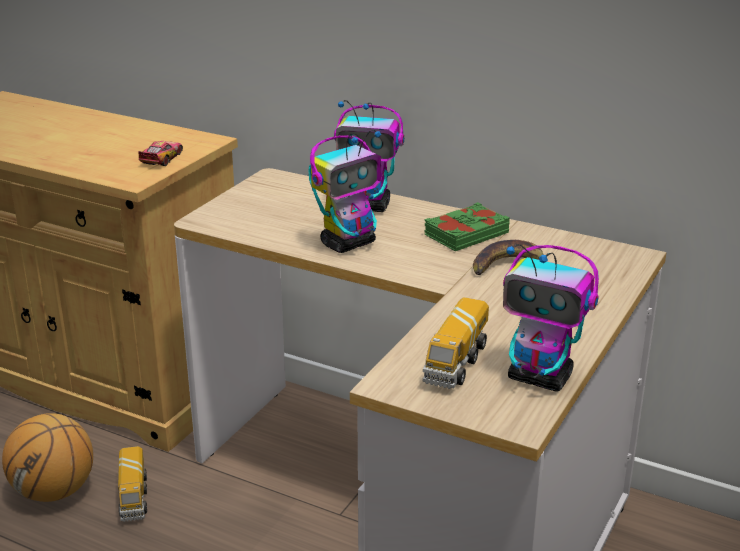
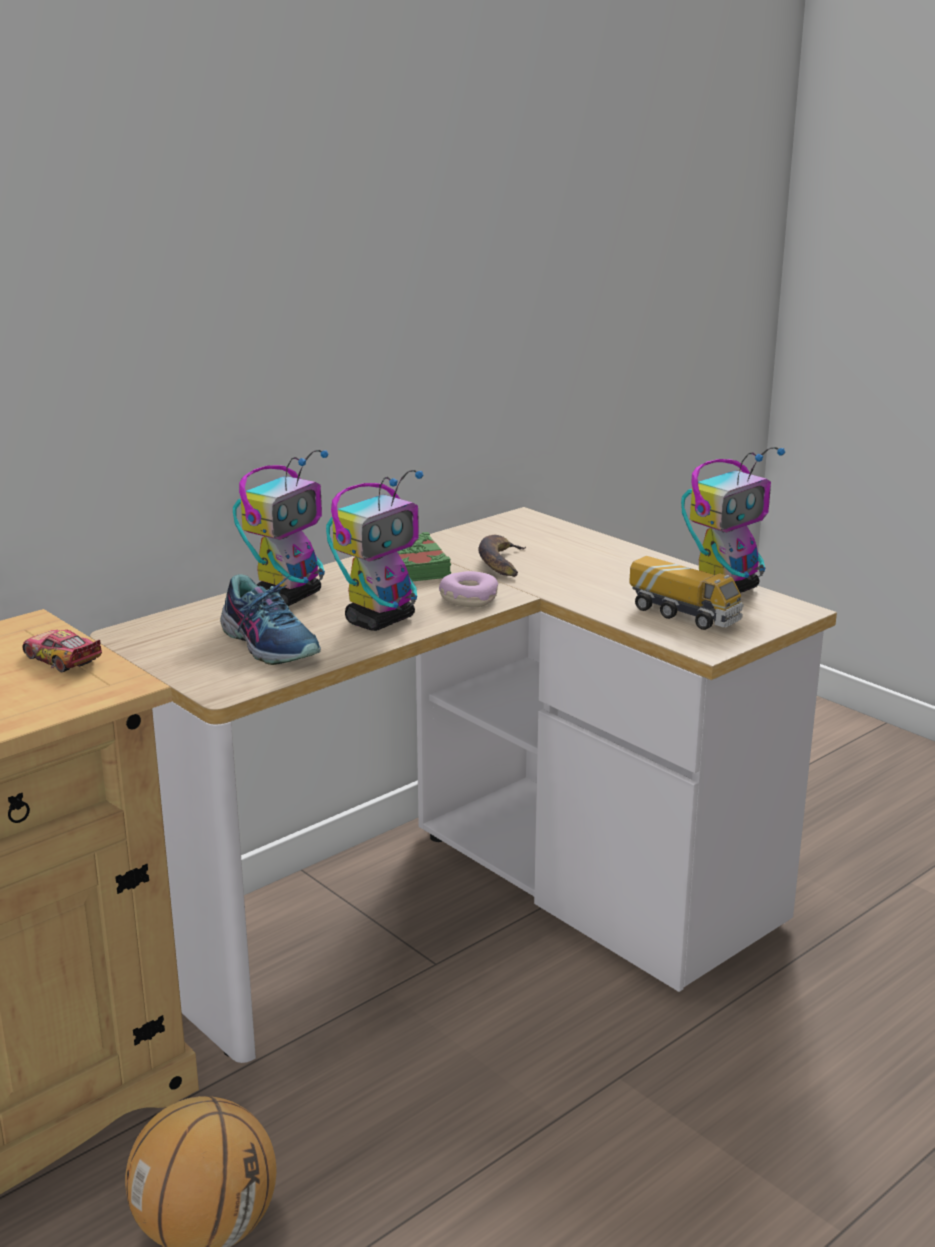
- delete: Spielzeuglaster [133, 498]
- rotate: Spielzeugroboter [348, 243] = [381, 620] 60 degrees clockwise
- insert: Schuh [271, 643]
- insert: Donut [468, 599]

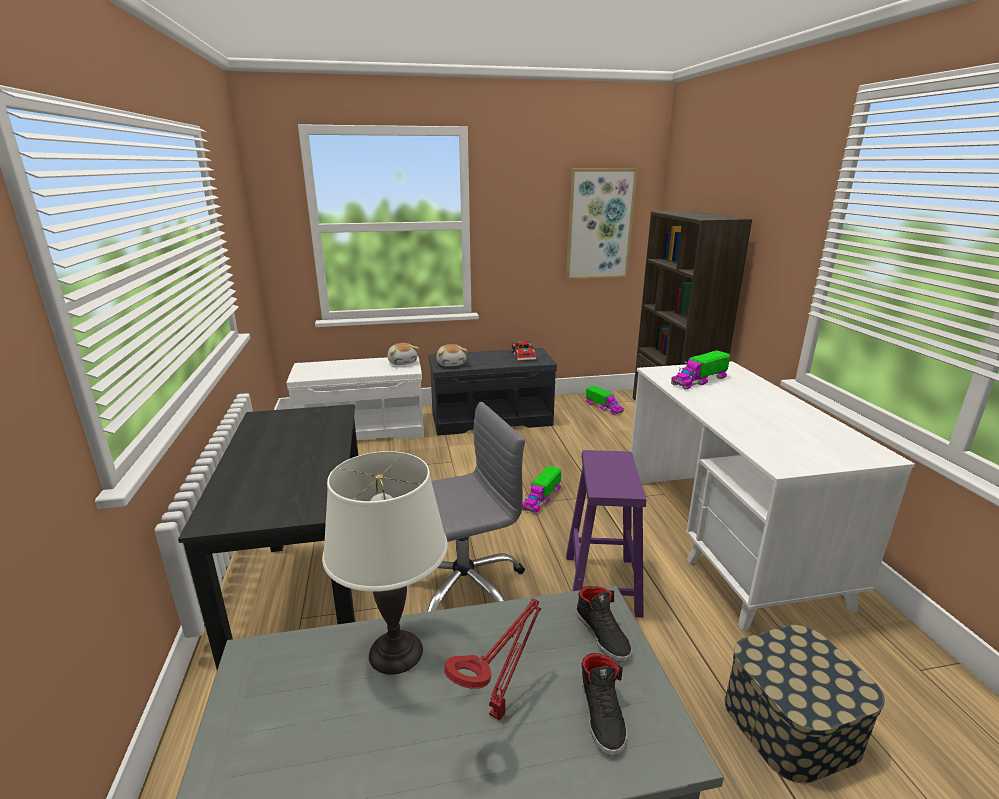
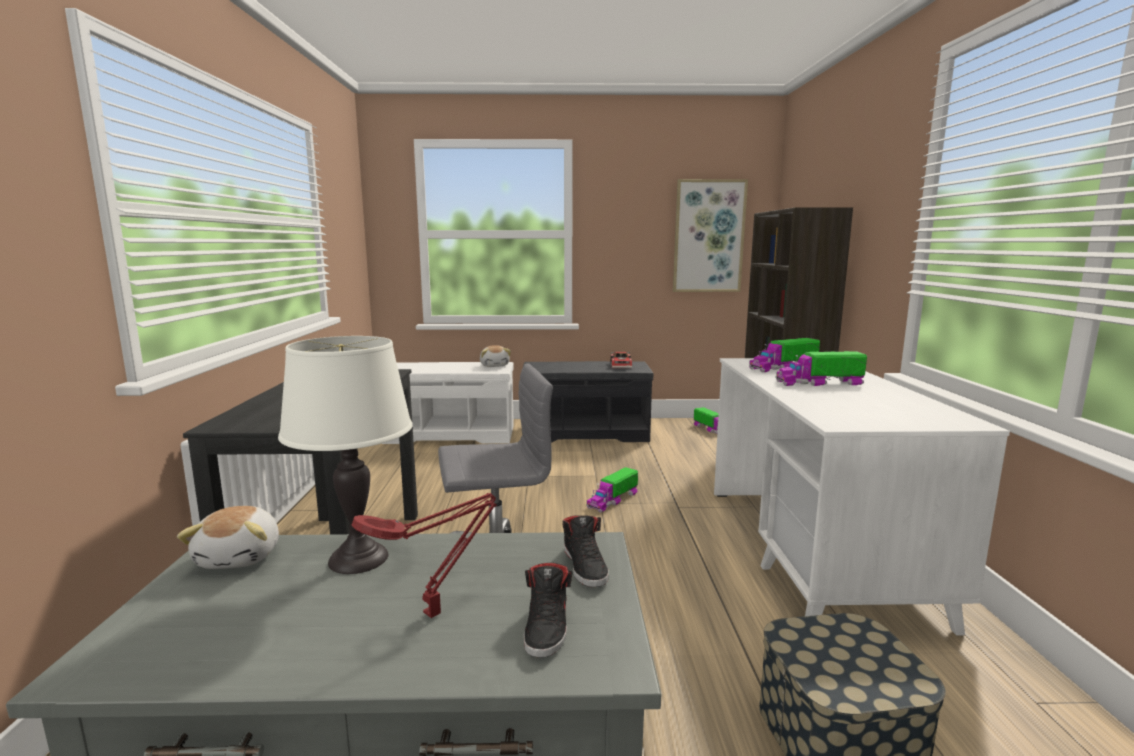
- move: Plüschtier [451, 363] to [241, 557]
- delete: Hocker/lila [601, 583]
- insert: Spielzeuglaster [819, 383]

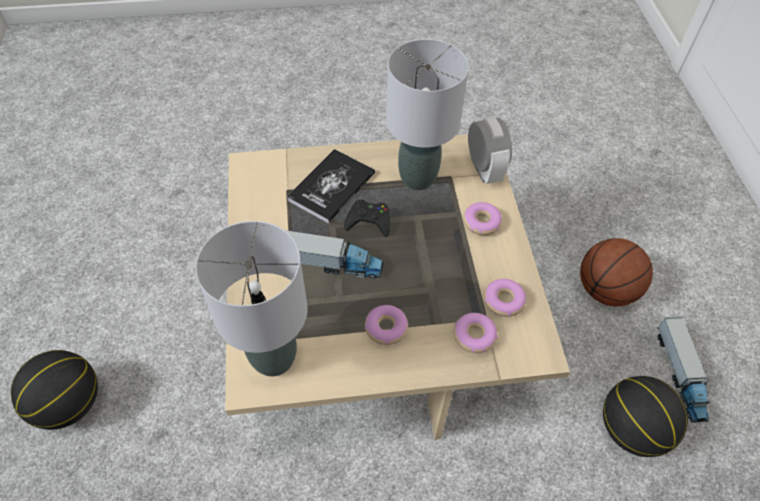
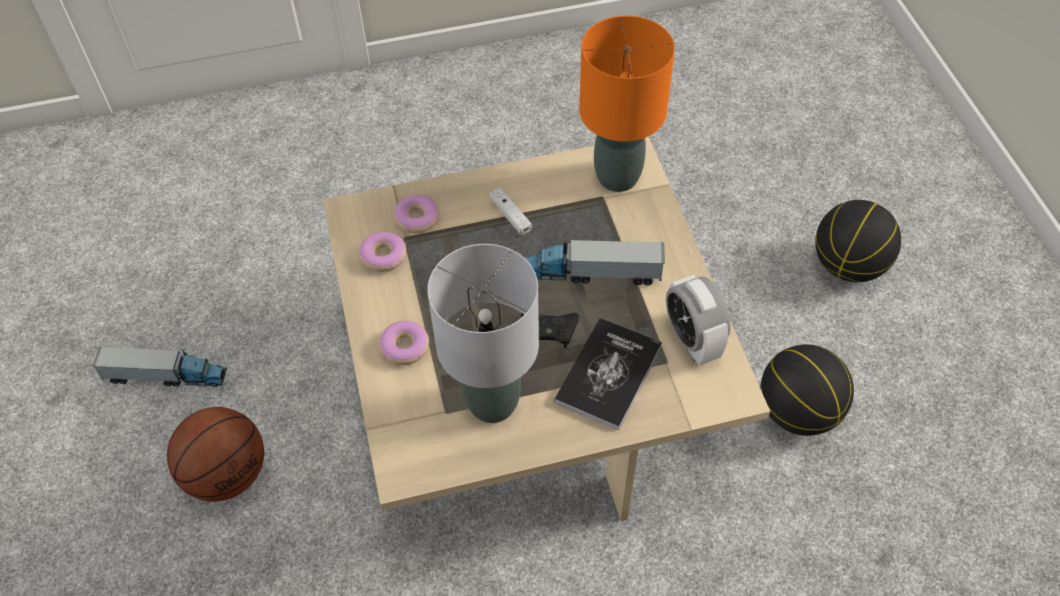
- recolor: Tischlampe/grau [274, 359] to Tischlampe/orange [617, 176]
- replace: Donut [386, 328] to Gamepad/weiß [510, 215]
- move: Wecker [484, 169] to [692, 340]
- move: Basketball [631, 430] to [798, 411]
- rotate: Spielzeuglaster [680, 374] = [166, 376] 105 degrees clockwise

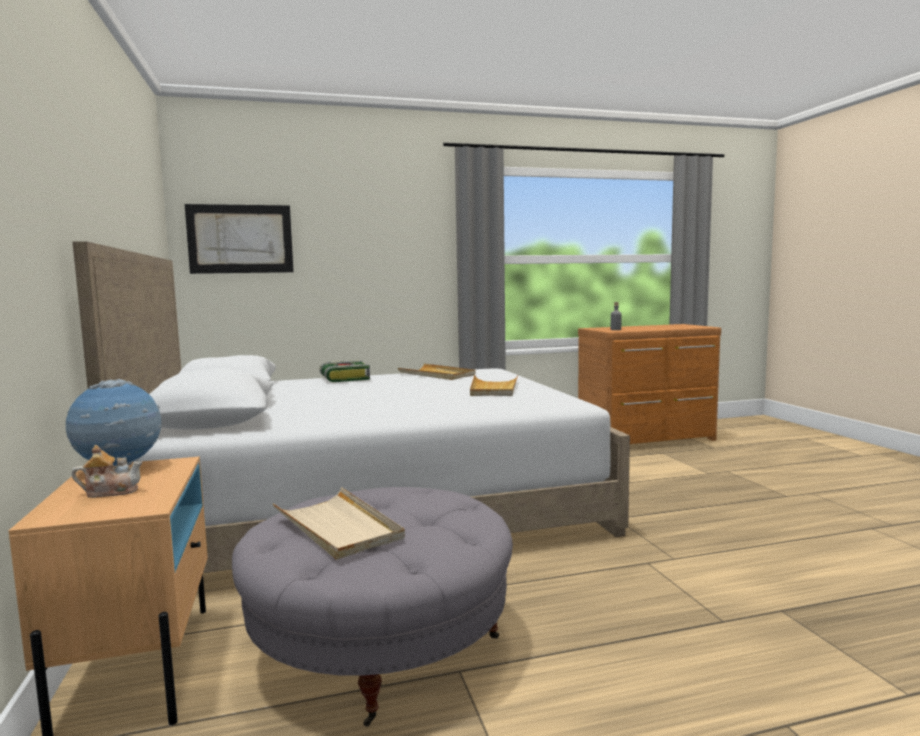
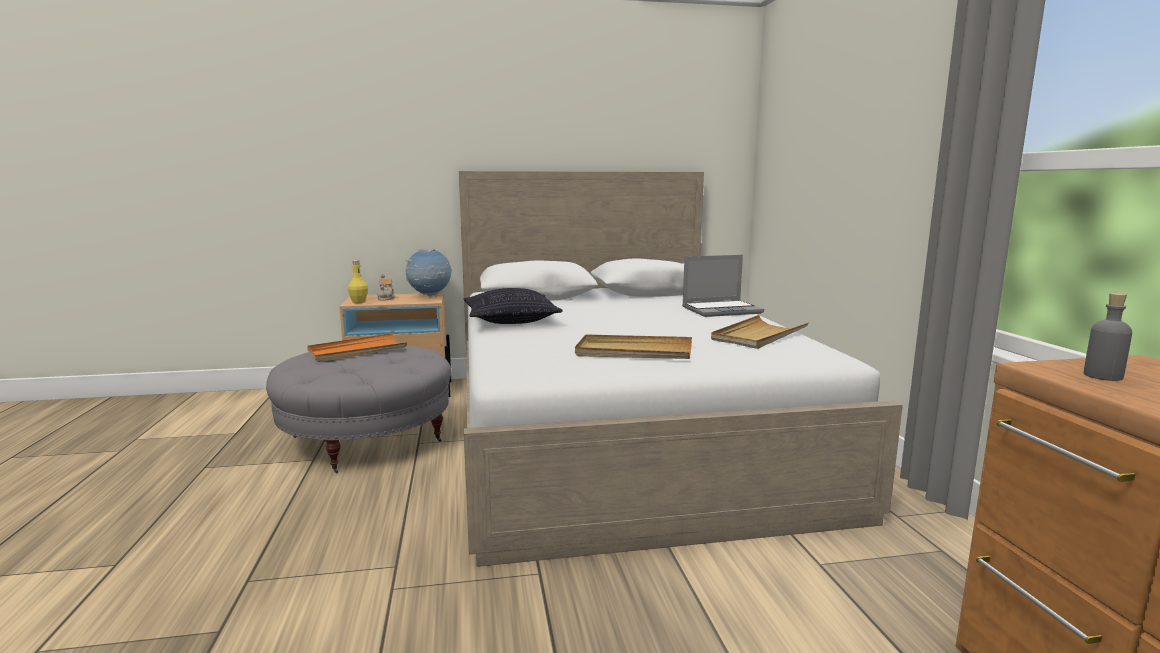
- delete: Bild [240, 239]
- recolor: Tablett/beige [338, 527] to Tablett/orange [357, 351]
- replace: Buch [343, 378] to Laptop [722, 310]
- insert: Flasche/gelb [359, 302]
- insert: Kissen [511, 320]

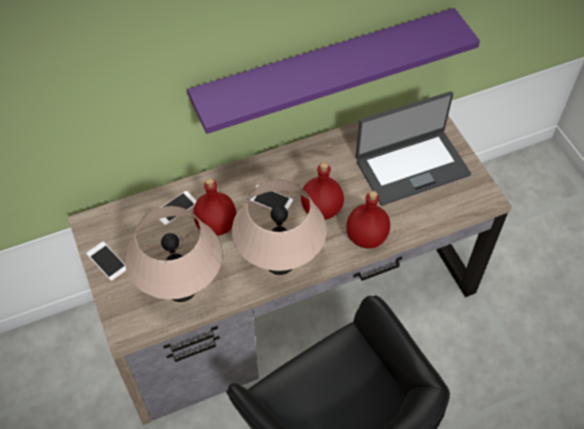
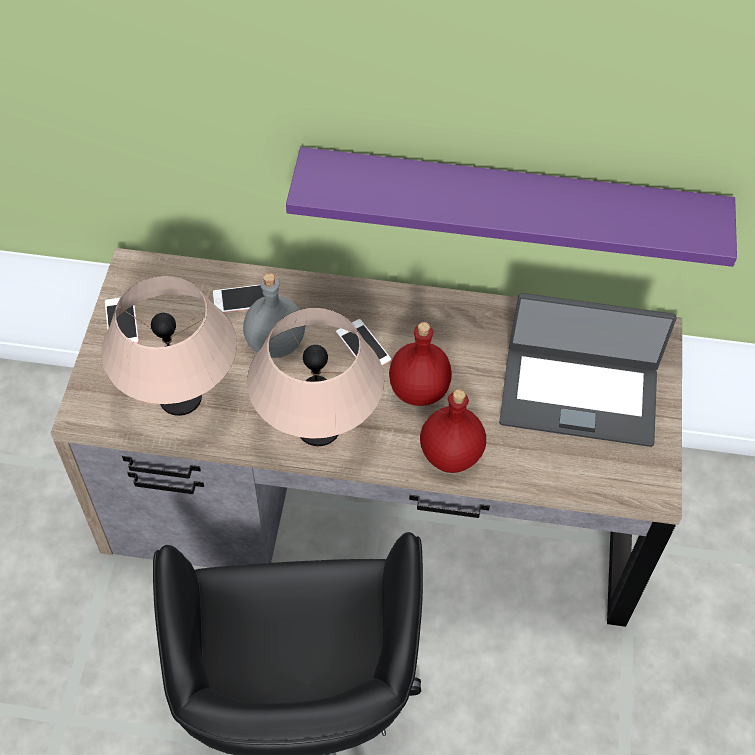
- recolor: Flasche/rot [215, 224] to Flasche/grau [275, 342]

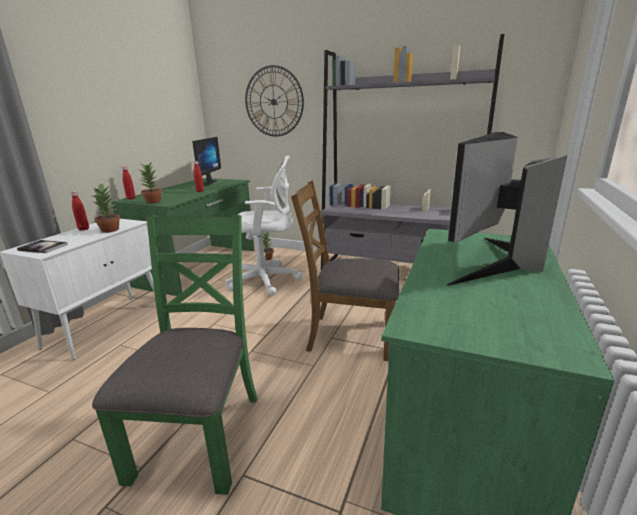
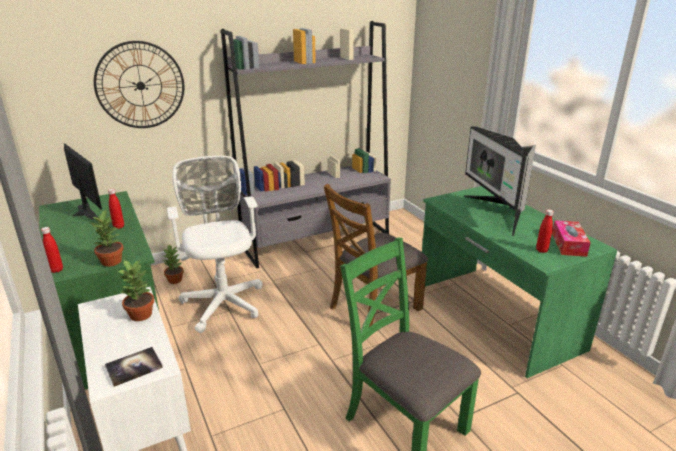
- move: Flasche/rot [84, 229] to [541, 250]
- rotate: Bürostuhl/weiß [266, 280] = [223, 301] 60 degrees counterclockwise
- insert: Taschentuchbox [568, 244]

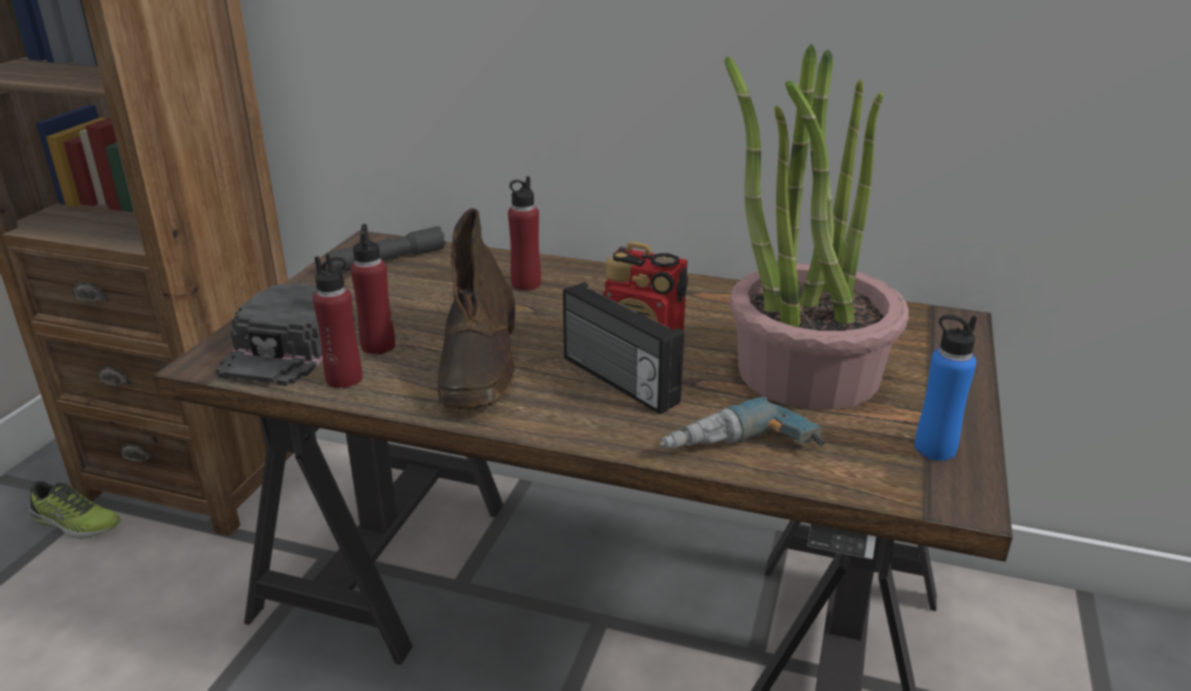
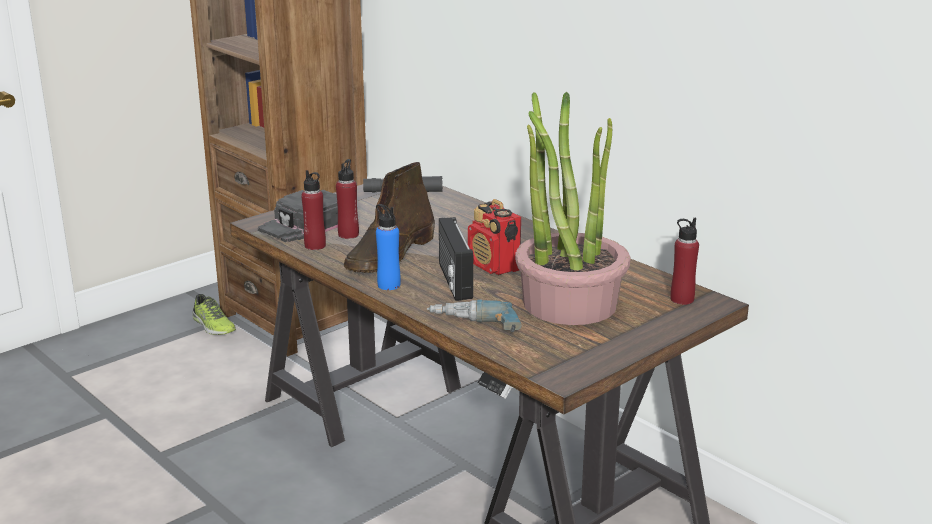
- move: Flasche/rot [526, 284] to [681, 299]
- move: Flasche/blau [934, 449] to [388, 285]

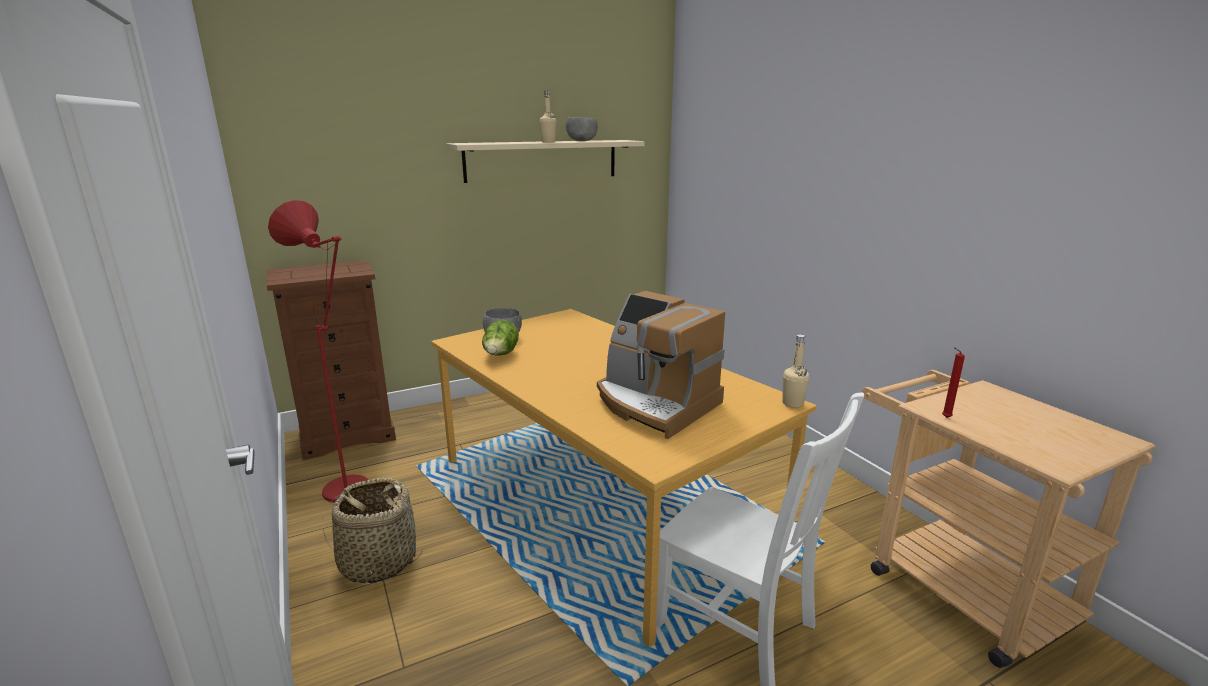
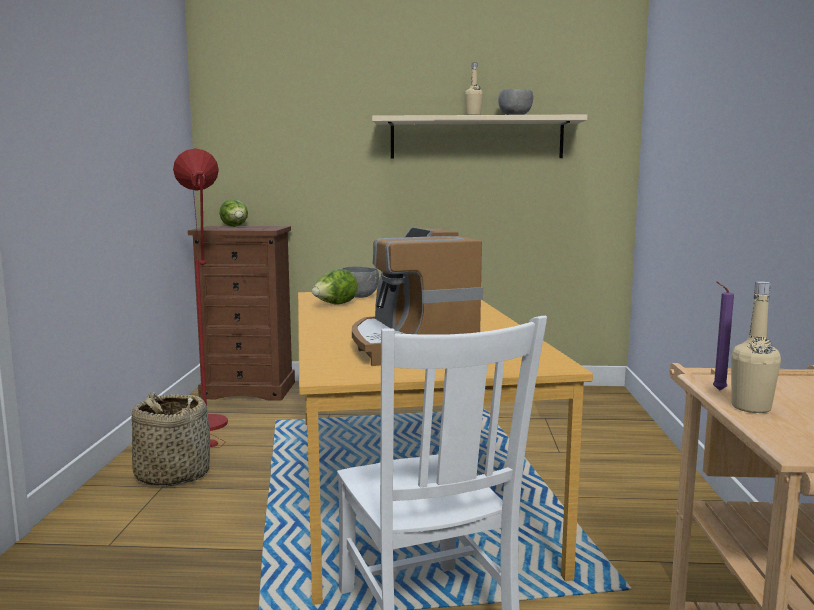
- move: Flasche/beige [792, 403] to [751, 408]
- recolor: Kerze/rot [944, 417] to Kerze/lila [717, 390]
- insert: Salatkopf [235, 227]

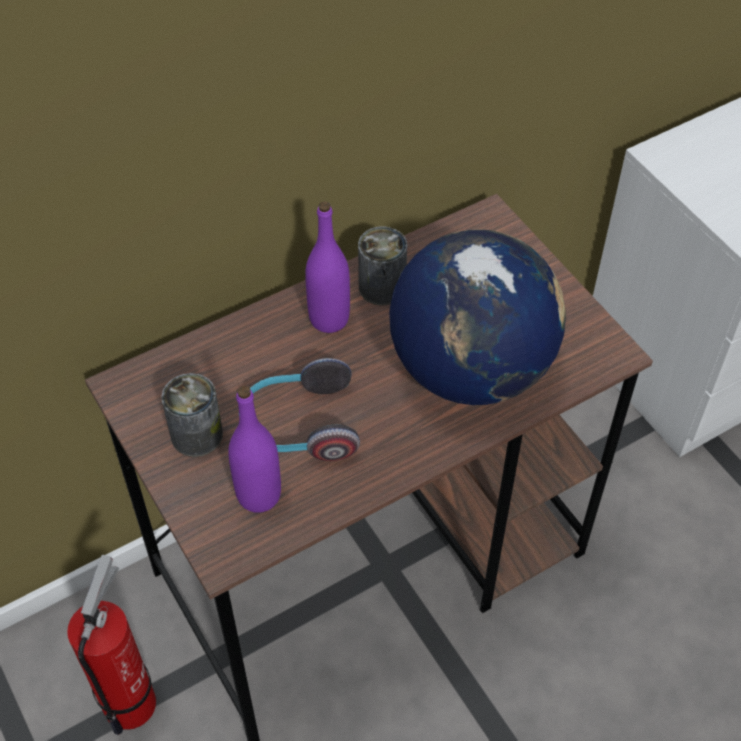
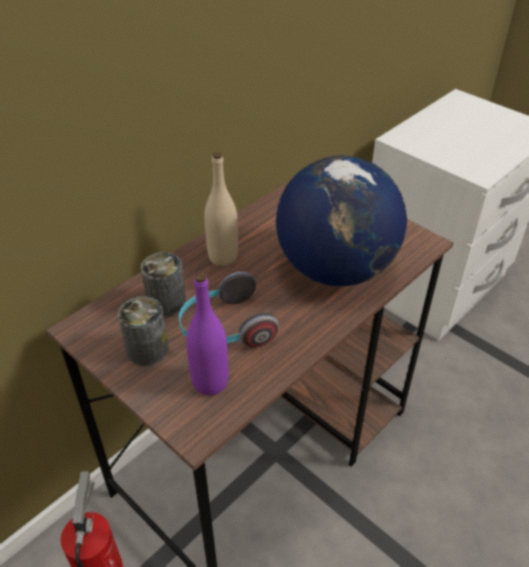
- recolor: Flasche/lila [329, 319] to Flasche/beige [223, 257]
- move: Dose [382, 287] to [167, 303]

